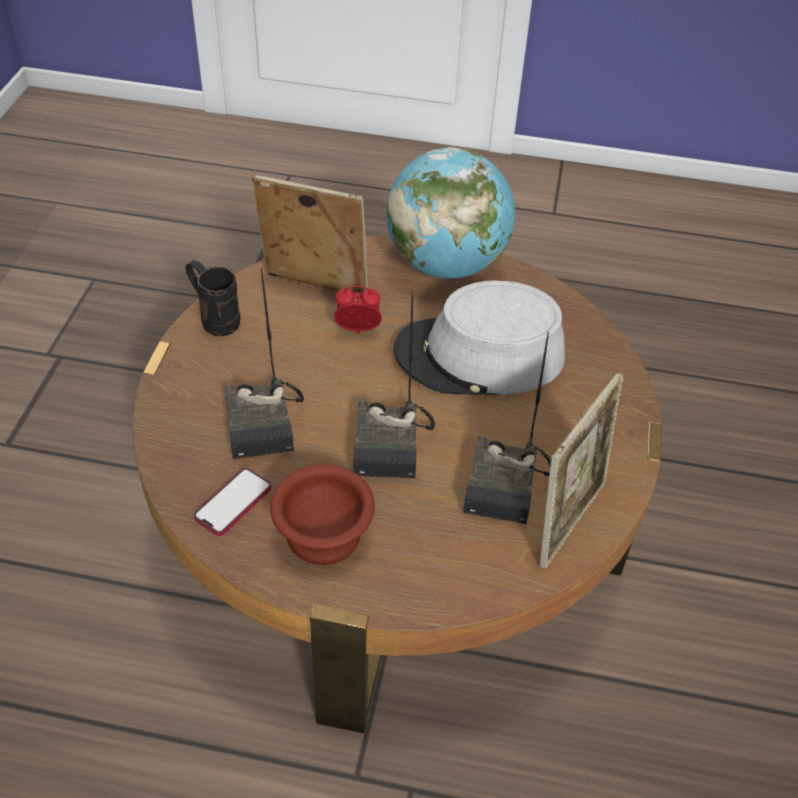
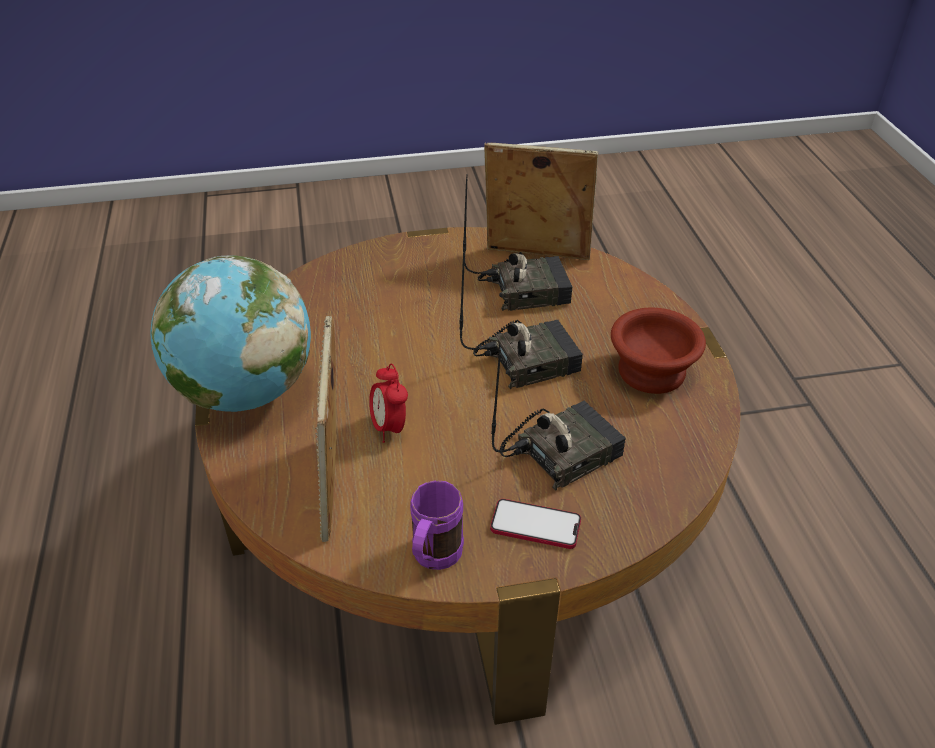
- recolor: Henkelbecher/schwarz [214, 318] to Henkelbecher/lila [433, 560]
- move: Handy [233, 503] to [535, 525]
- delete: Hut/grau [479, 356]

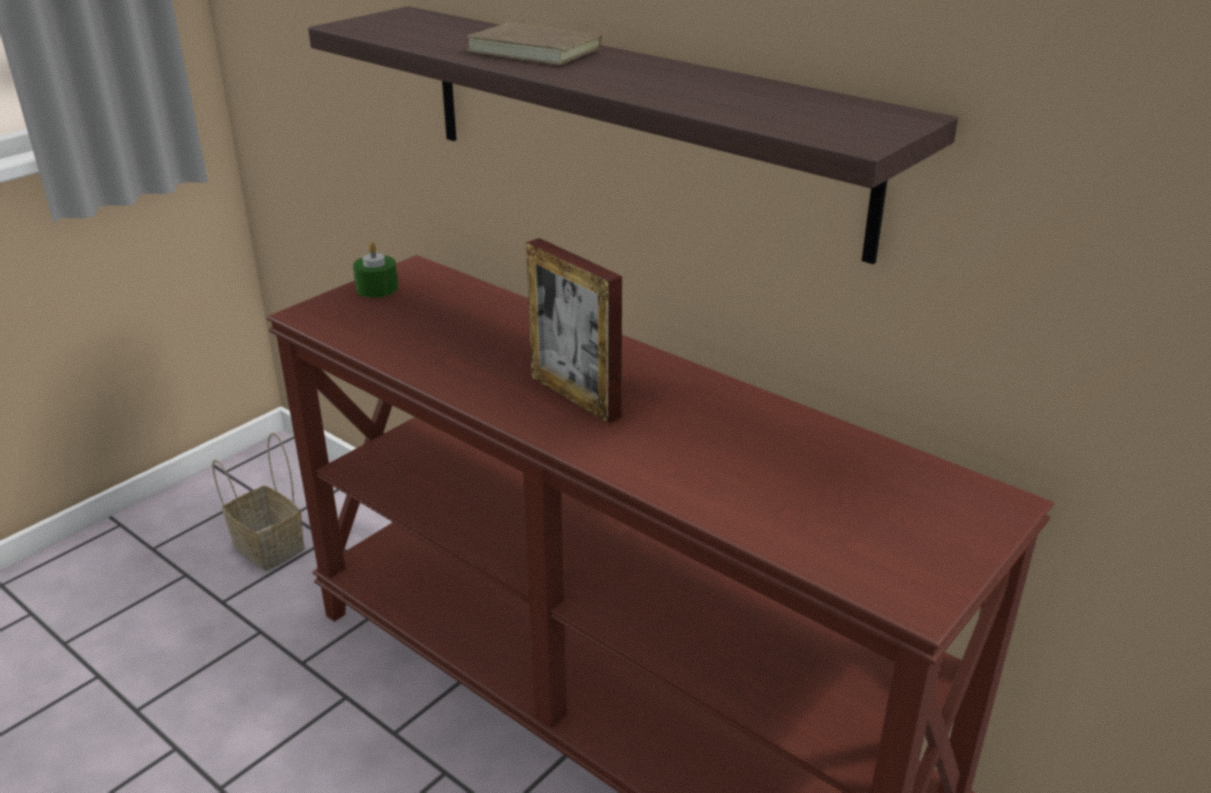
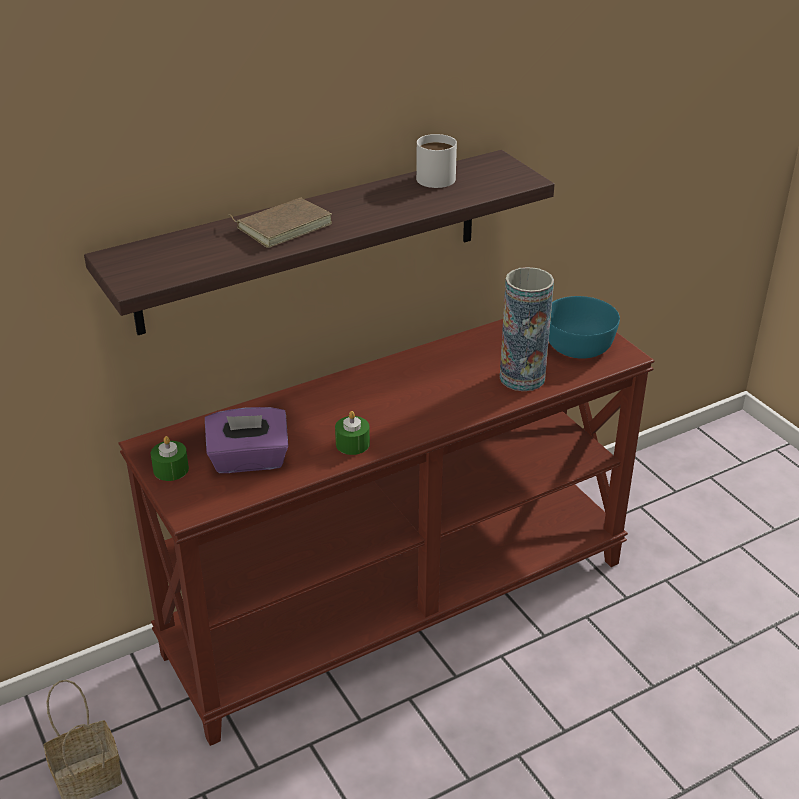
- delete: Bilderrahmen [574, 397]
- insert: Taschentuchbox/lila [249, 460]
- insert: Kerze/grün [352, 444]
- insert: Henkelbecher/weiß [440, 176]
- insert: Vase [522, 378]
- insert: Schüssel/türkis [579, 346]

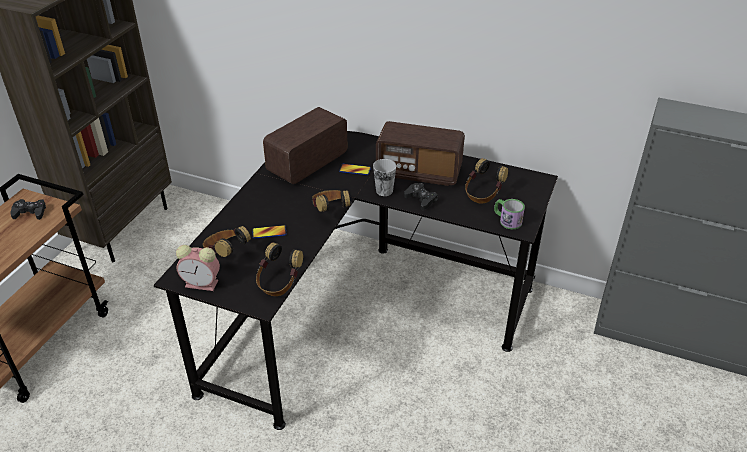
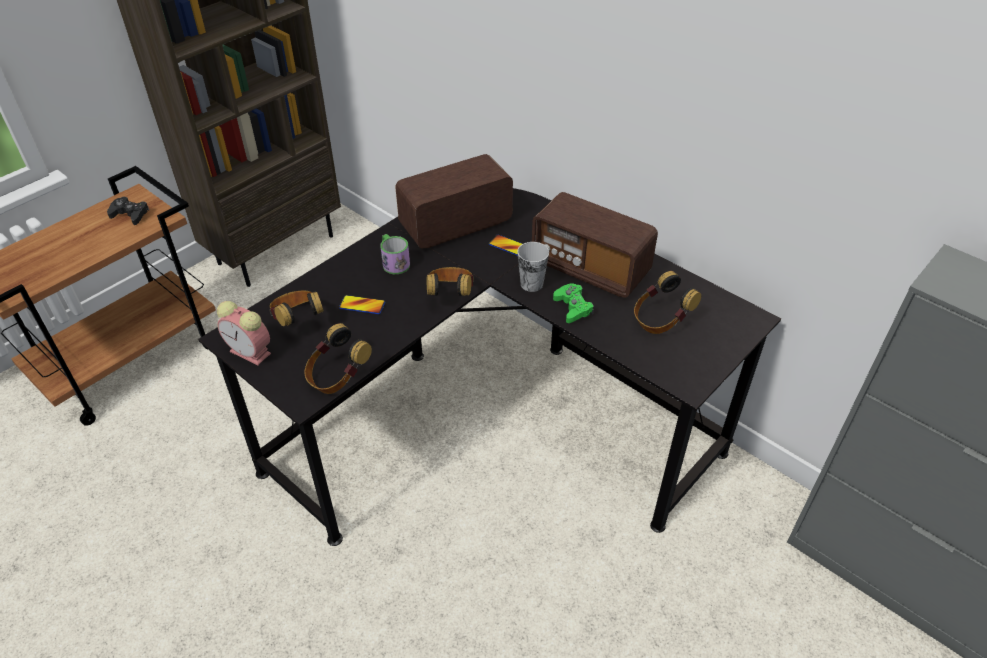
- recolor: Gamepad/schwarz [421, 199] to Gamepad/grün [573, 307]
- move: Henkelbecher [507, 220] to [394, 262]

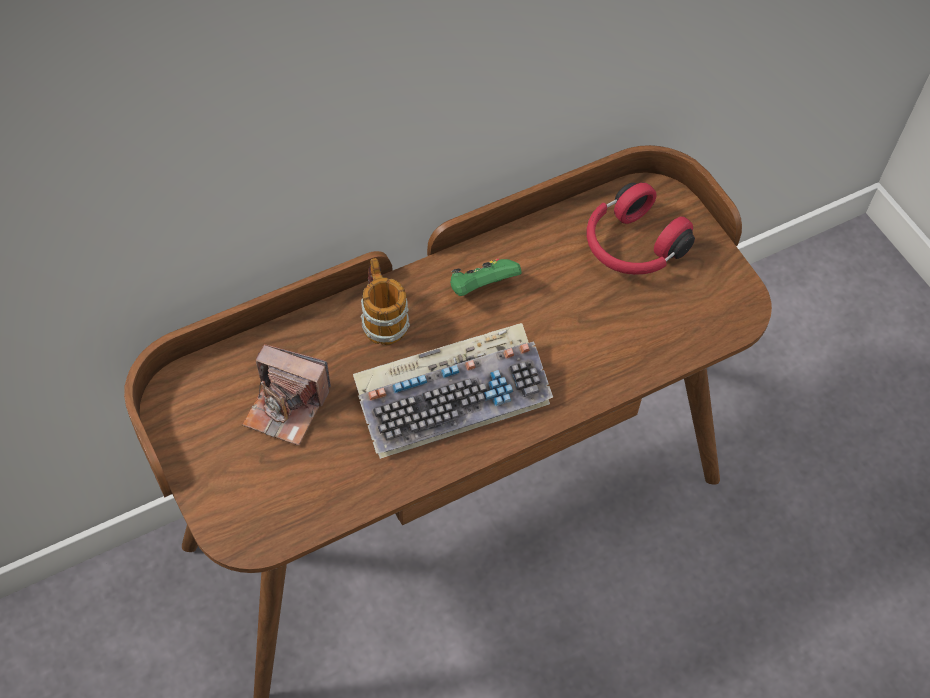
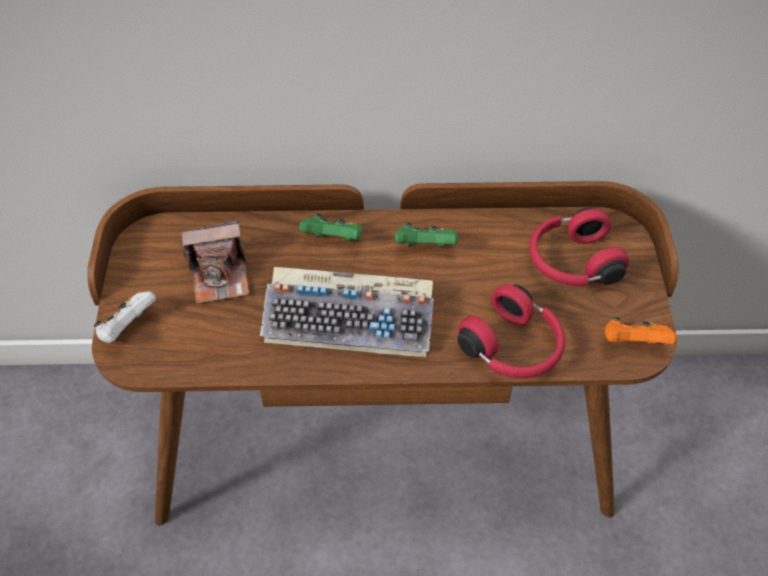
- rotate: Kamera [287, 407] = [220, 276] 60 degrees counterclockwise
- replace: Henkelbecher [382, 317] to Gamepad/grün [334, 240]
- insert: Gamepad/weiß [128, 328]
- insert: Kopfhörer/rot [513, 348]
- insert: Gamepad/orange [633, 343]

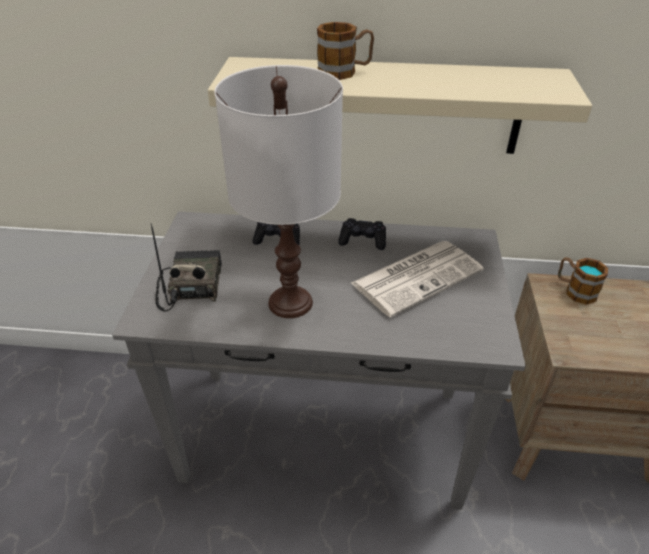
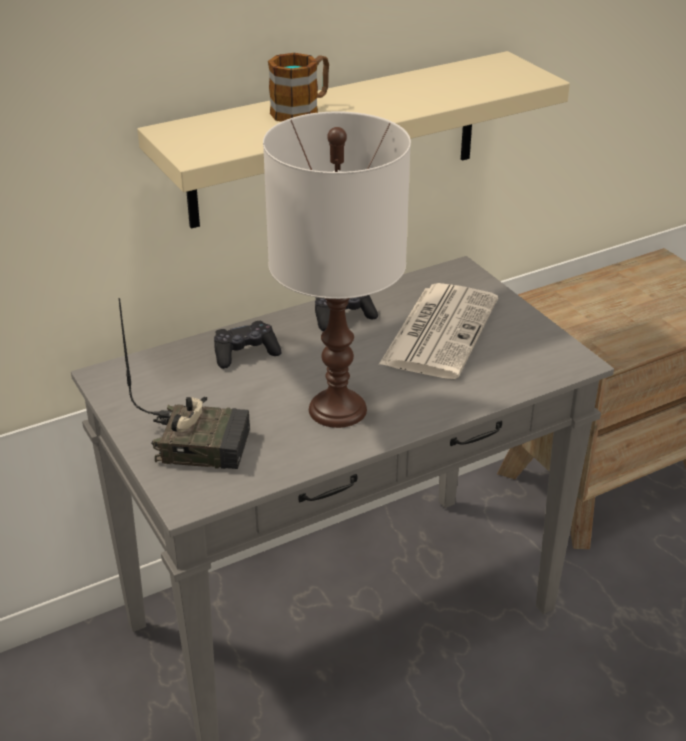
- rotate: Radio [190, 286] = [201, 442] 135 degrees clockwise
- delete: Henkelbecher [575, 290]

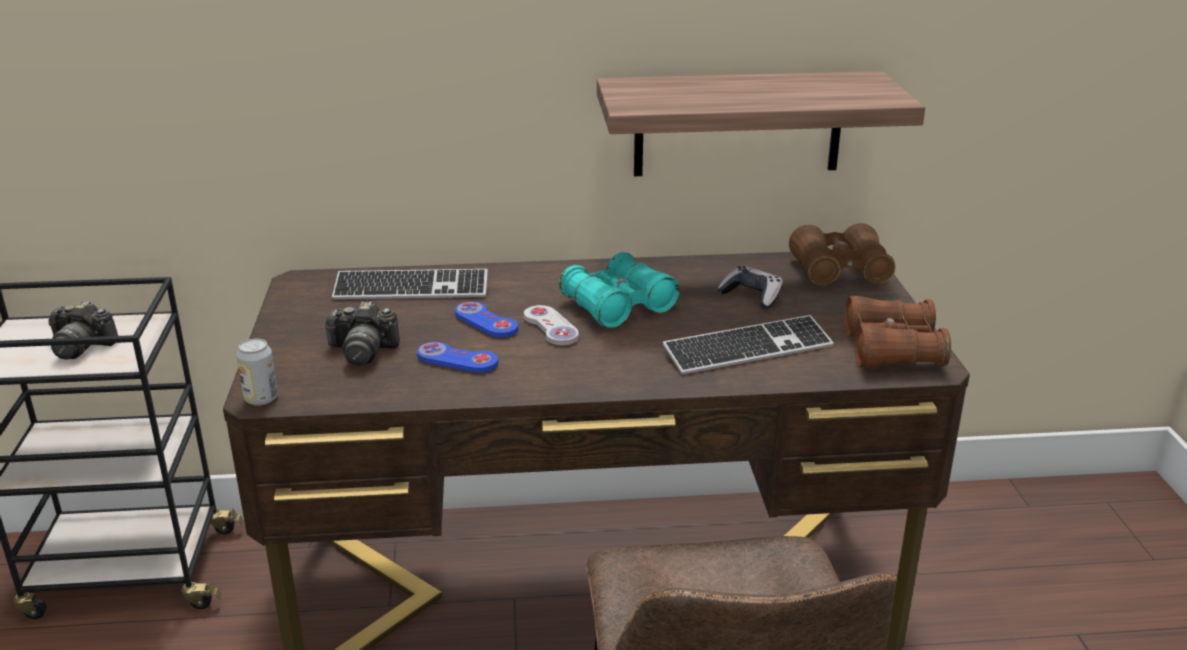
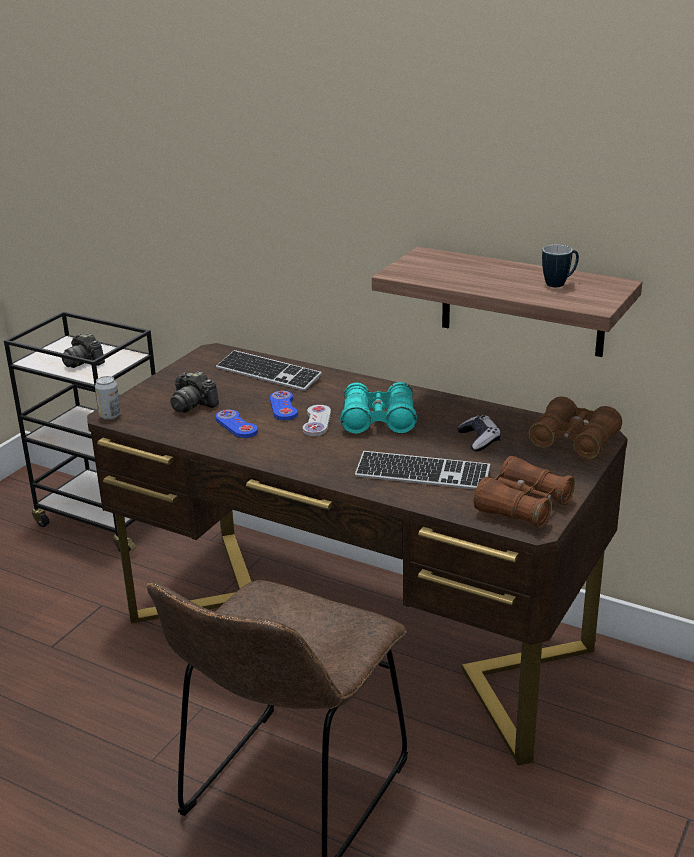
- insert: Henkelbecher [559, 283]

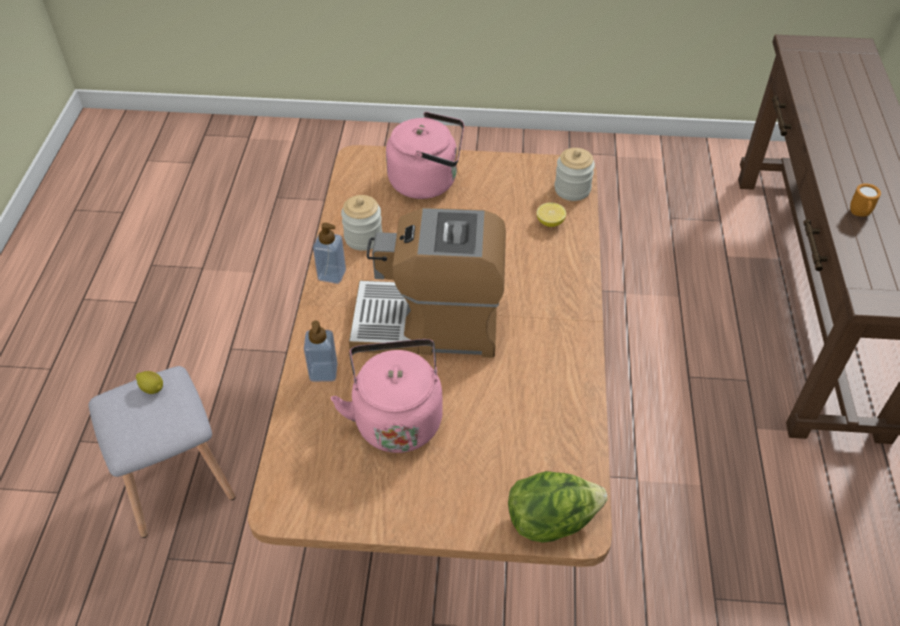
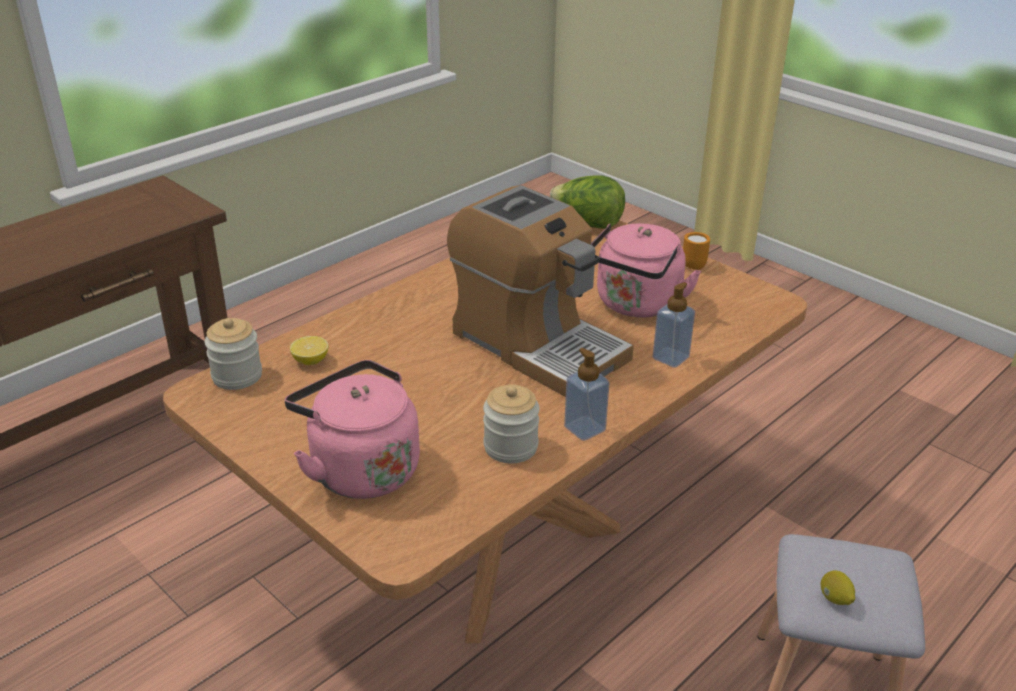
- move: Henkelbecher/orange [859, 215] to [696, 265]

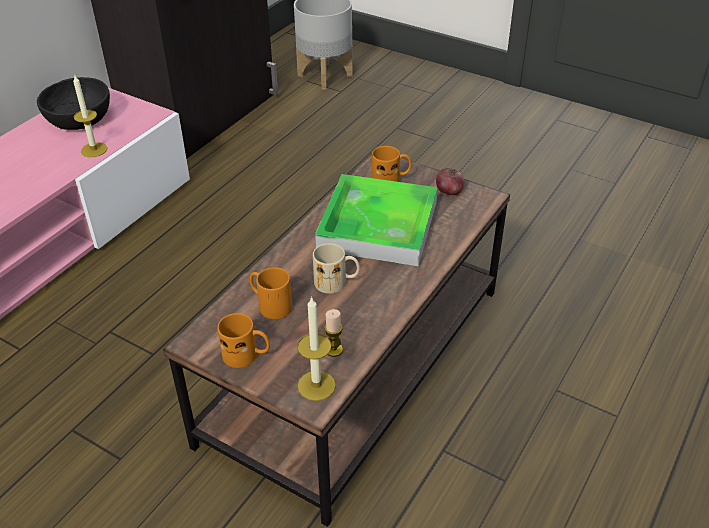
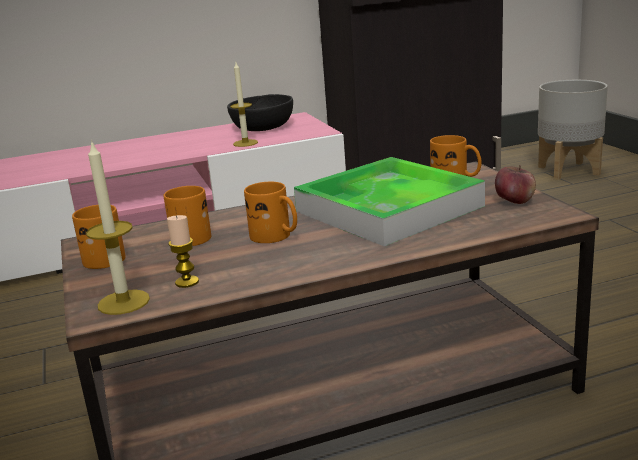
- recolor: Henkelbecher/beige [337, 282] to Henkelbecher/orange [277, 237]

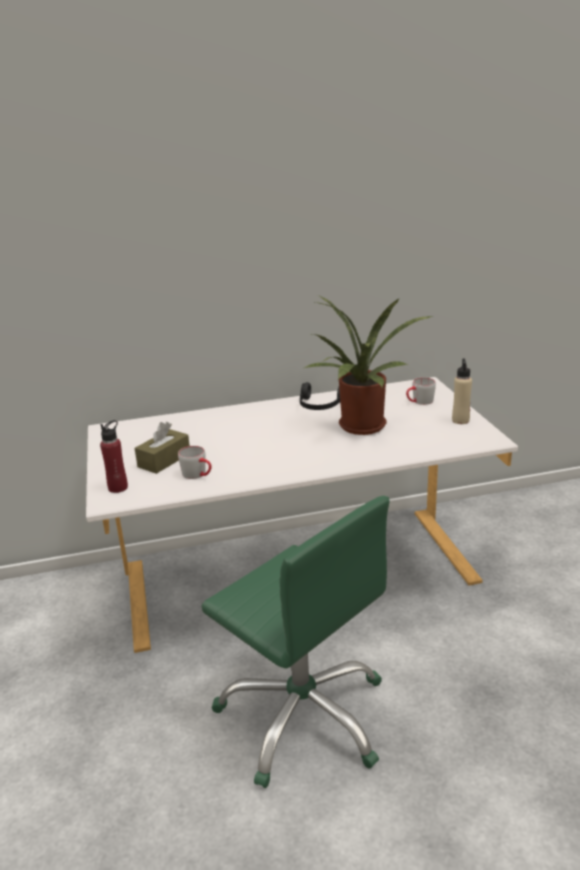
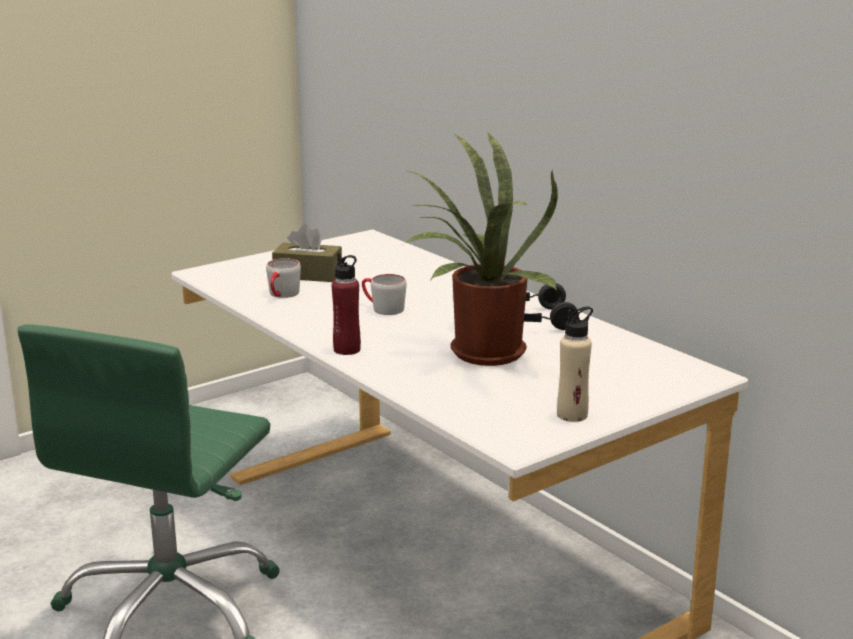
- move: Flasche/rot [118, 487] to [347, 350]
- move: Henkelbecher/grau [419, 402] to [382, 308]

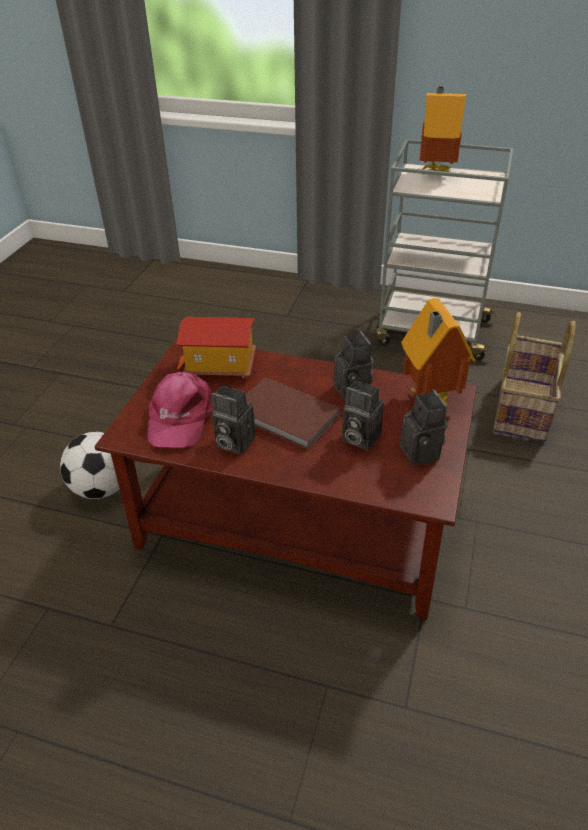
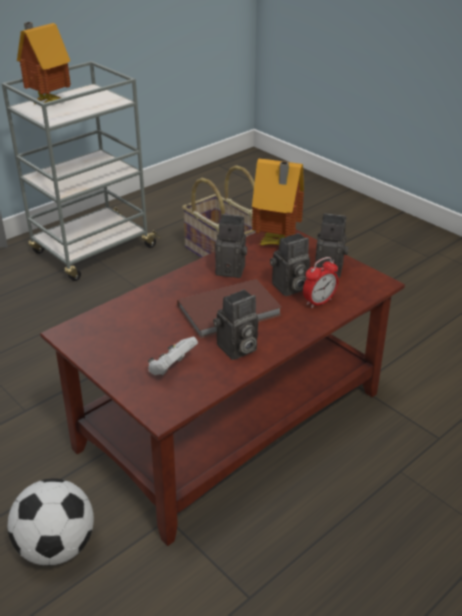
- replace: Kappe/rosa [180, 417] to Gamepad/weiß [172, 368]
- delete: Spielzeughaus [219, 367]
- insert: Wecker [319, 302]

